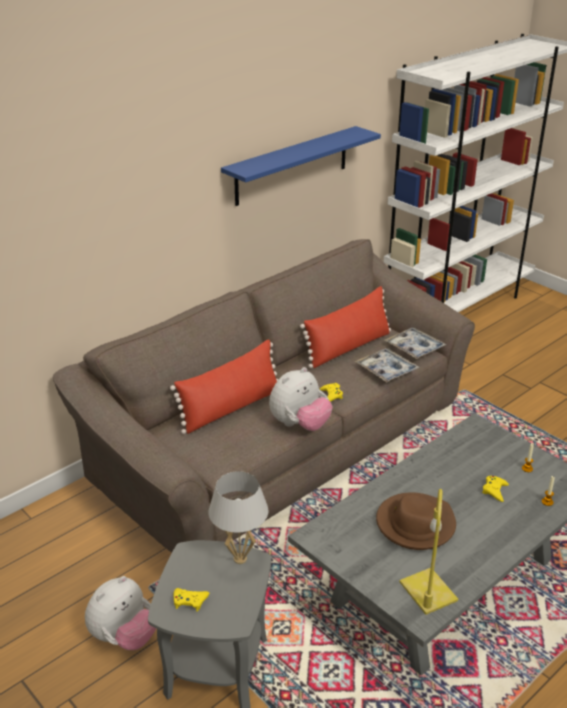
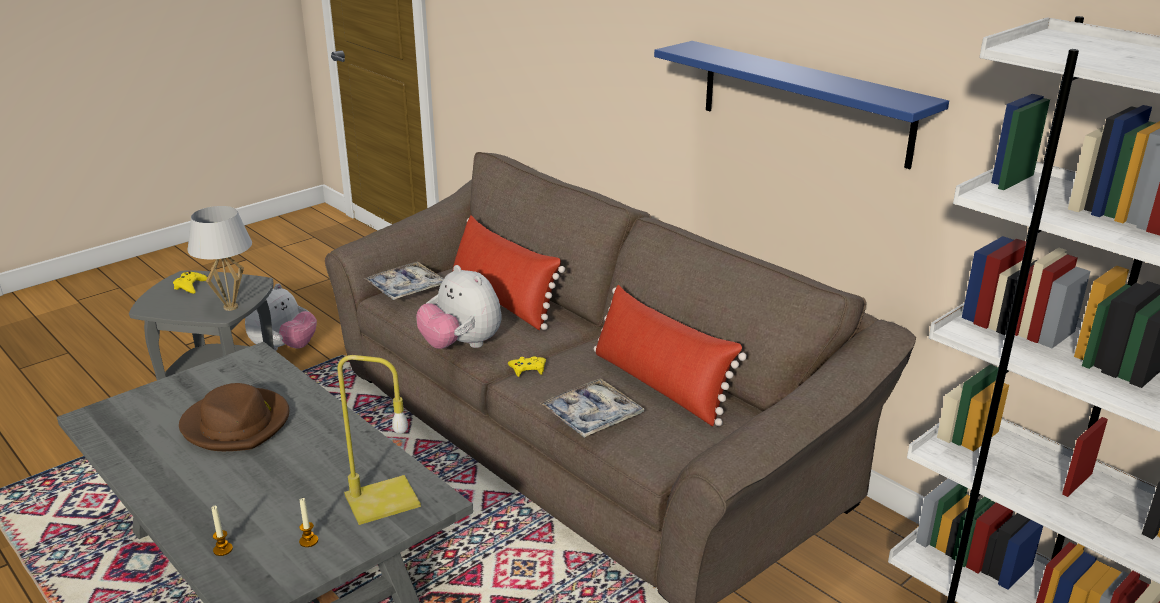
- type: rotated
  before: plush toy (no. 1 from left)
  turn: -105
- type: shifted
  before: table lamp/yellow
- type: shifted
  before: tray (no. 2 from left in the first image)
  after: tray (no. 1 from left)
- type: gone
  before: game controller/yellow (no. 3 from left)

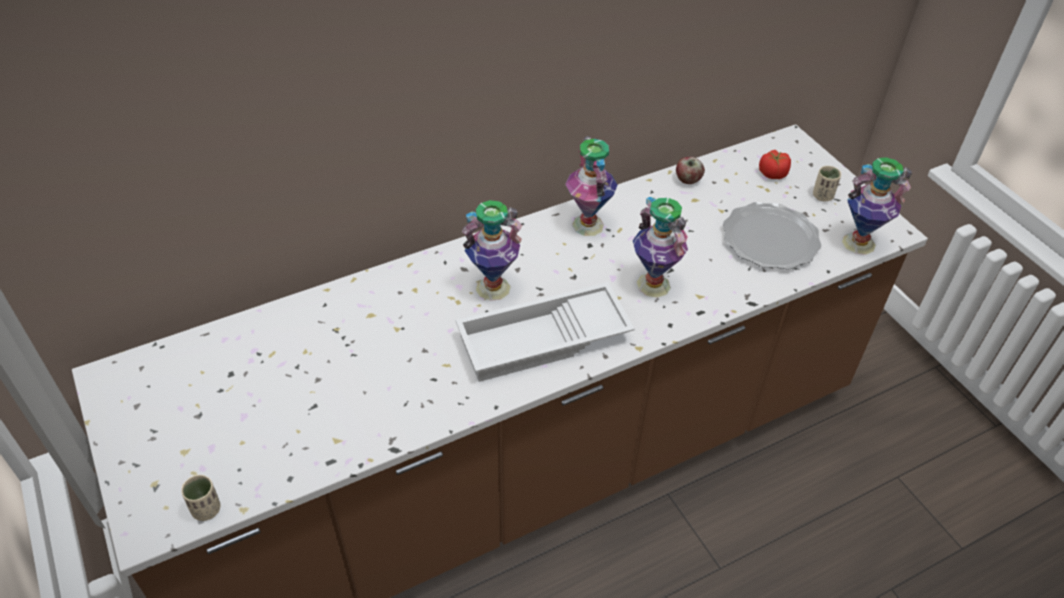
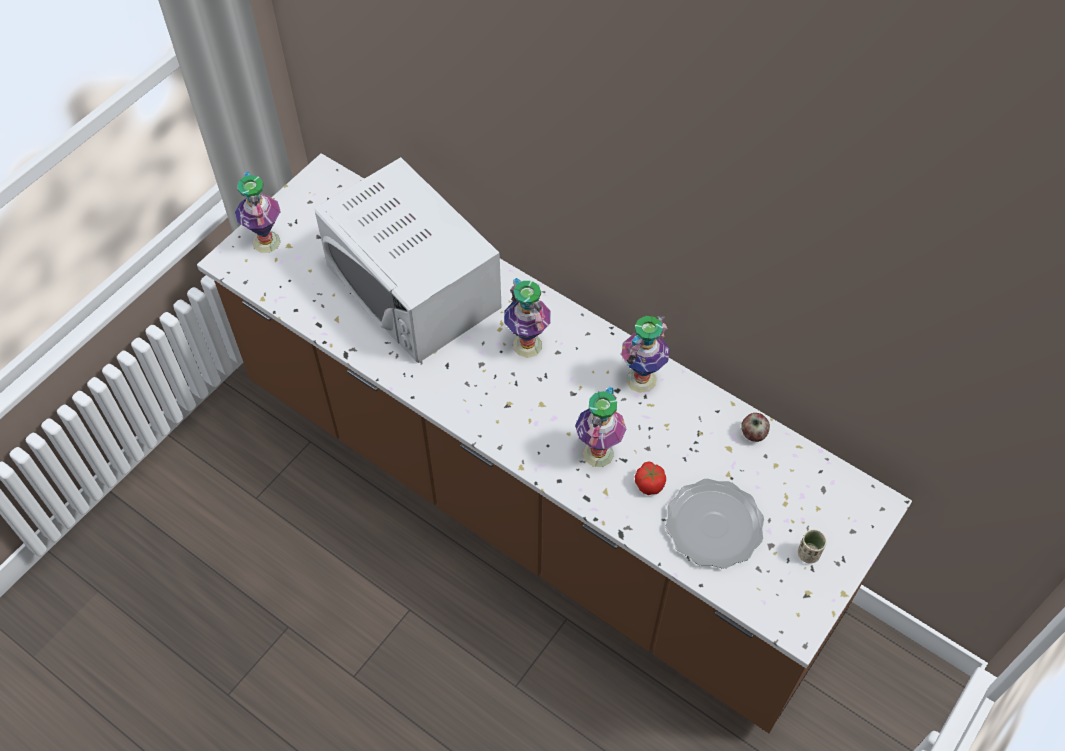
- type: shifted
  before: vase (no. 4 from left in the first image)
  after: vase (no. 1 from left)
- type: new
  after: microwave/white
- type: shifted
  before: tomato
- type: gone
  before: cup/beige (no. 1 from left)
- type: gone
  before: tray/white

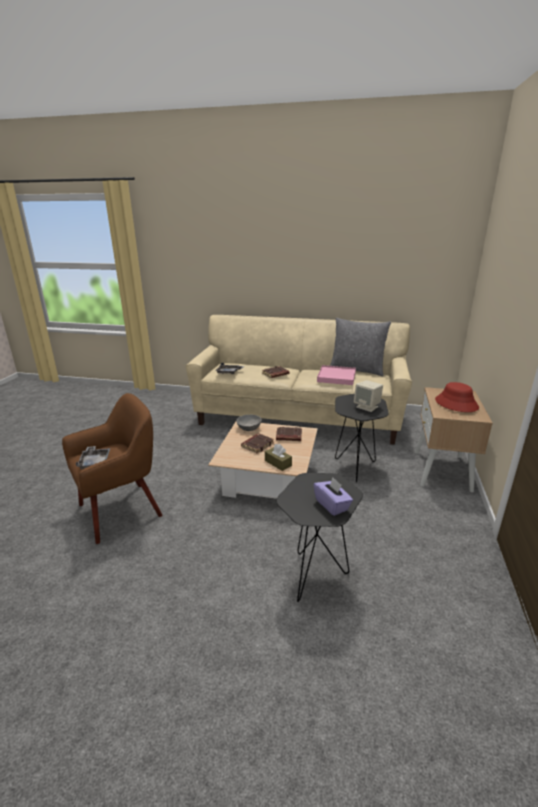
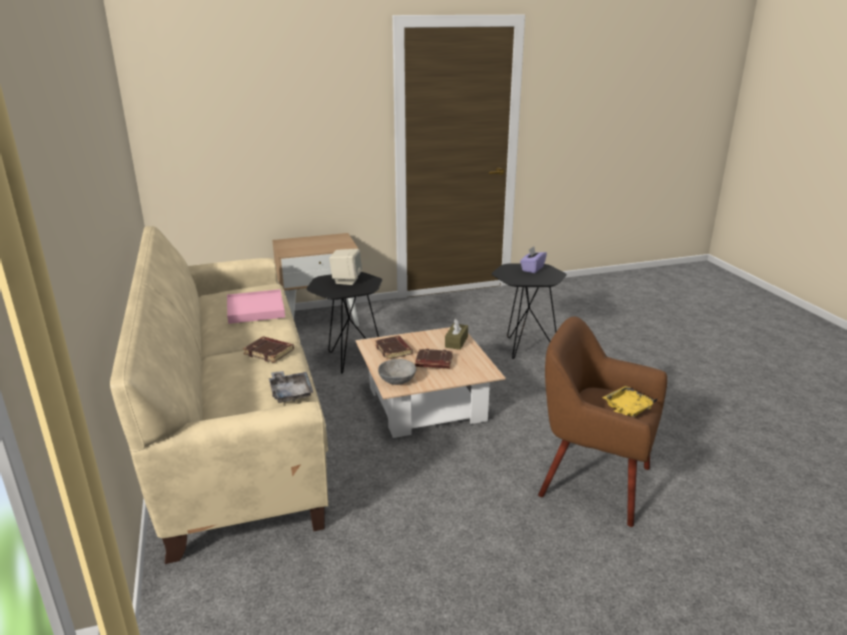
- type: repainted
  before: tray/grey (no. 1 from left)
  after: tray/yellow
- type: gone
  before: pillow/grey
- type: gone
  before: hat/red

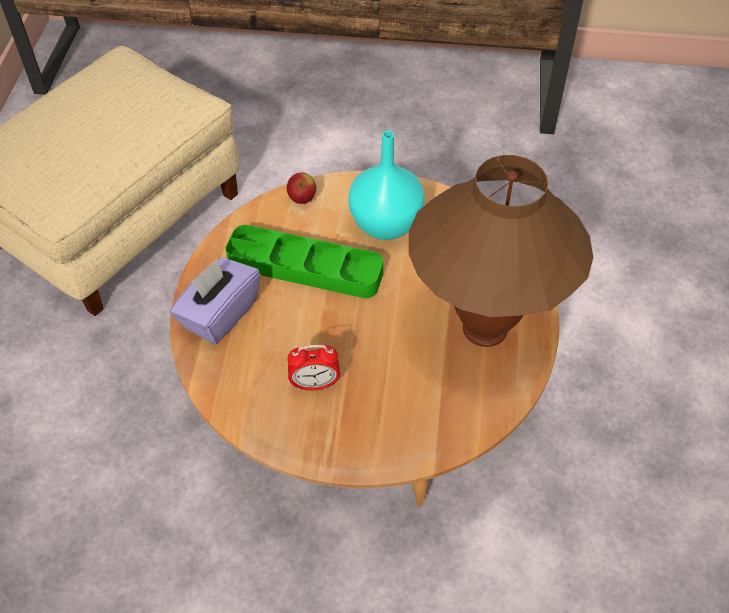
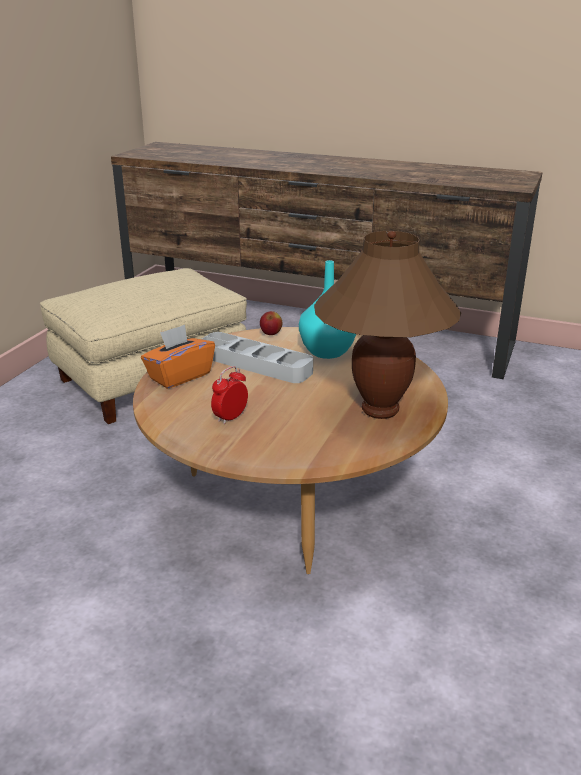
- type: repainted
  before: tissue box/purple
  after: tissue box/orange
- type: repainted
  before: tray/green
  after: tray/grey
- type: rotated
  before: alarm clock
  turn: 120

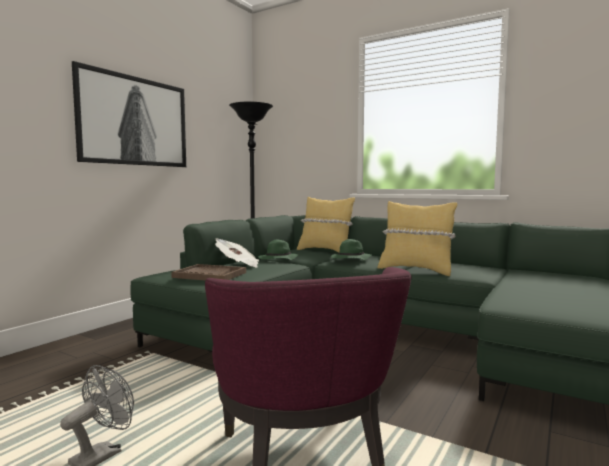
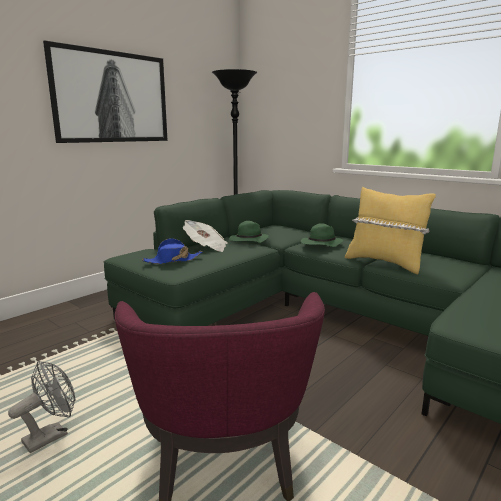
- type: swapped
  before: tray/brown
  after: hat/blue
- type: gone
  before: pillow/yellow (no. 1 from left)

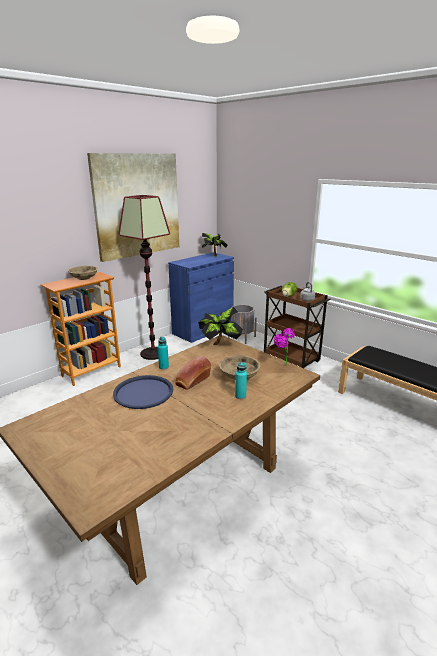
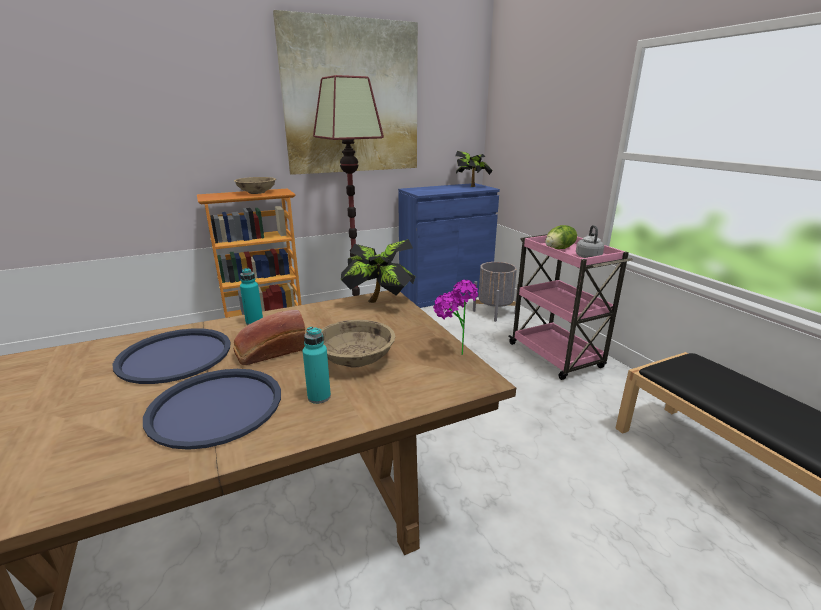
- type: new
  after: tray/blue (no. 2 from left)
- type: repainted
  before: cart/brown
  after: cart/pink

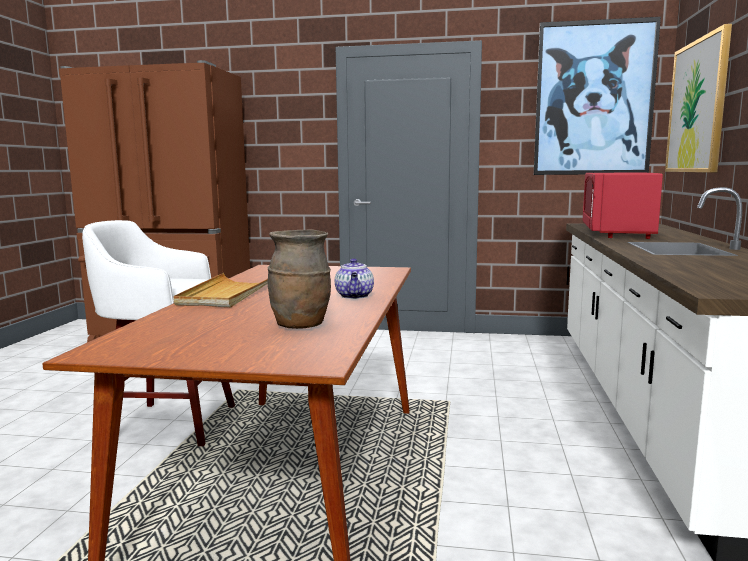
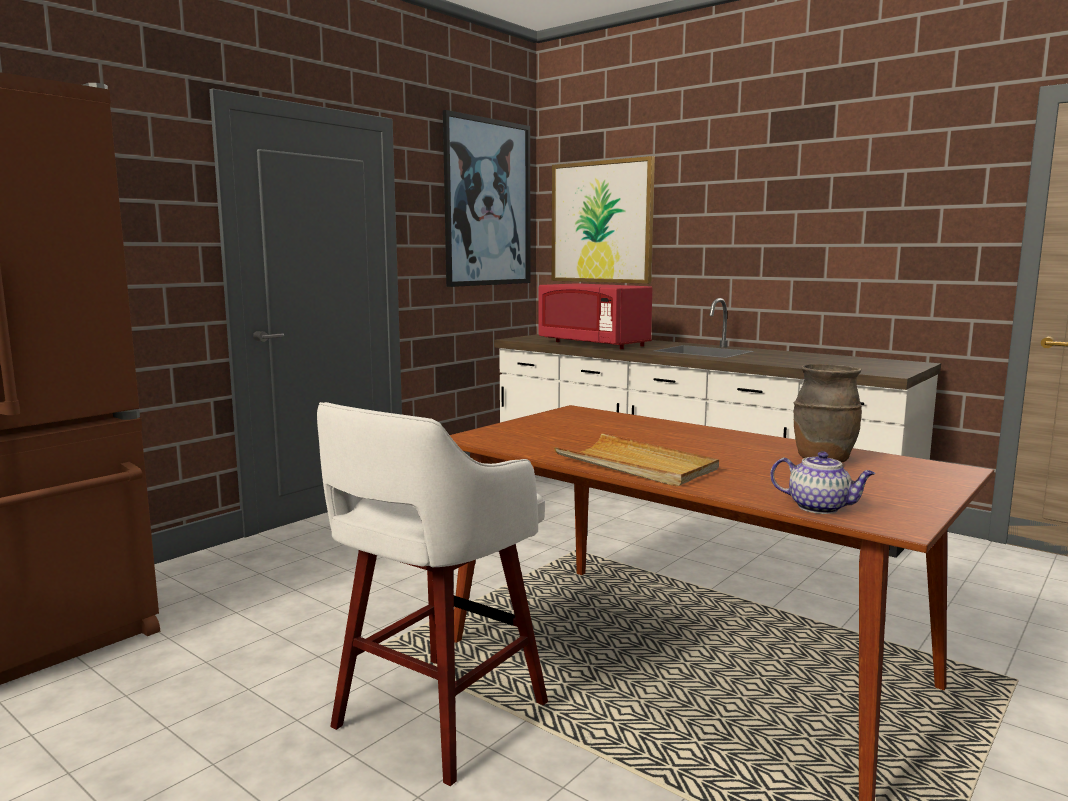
- type: shifted
  before: teapot

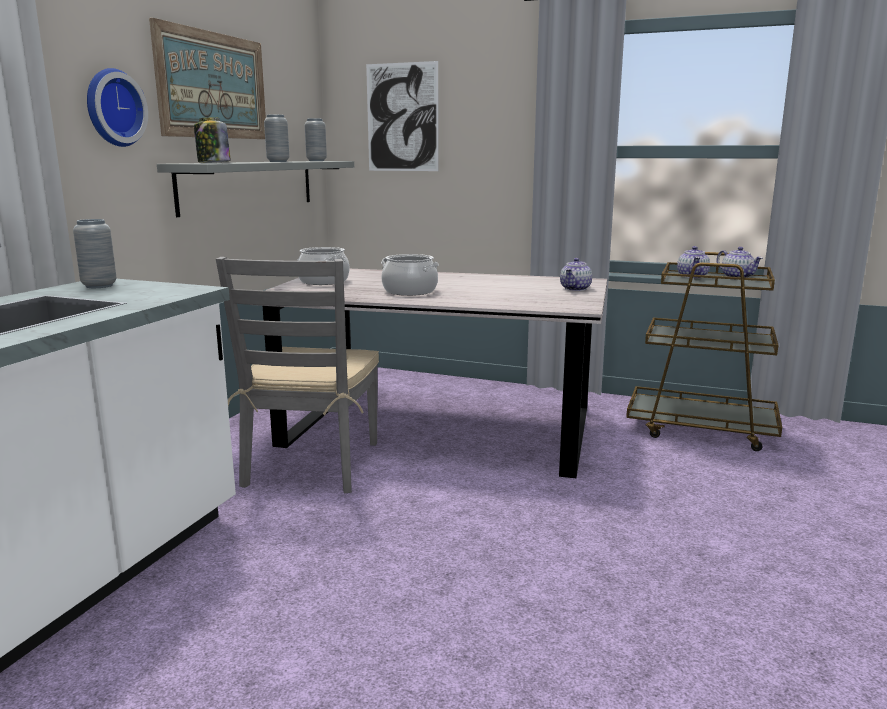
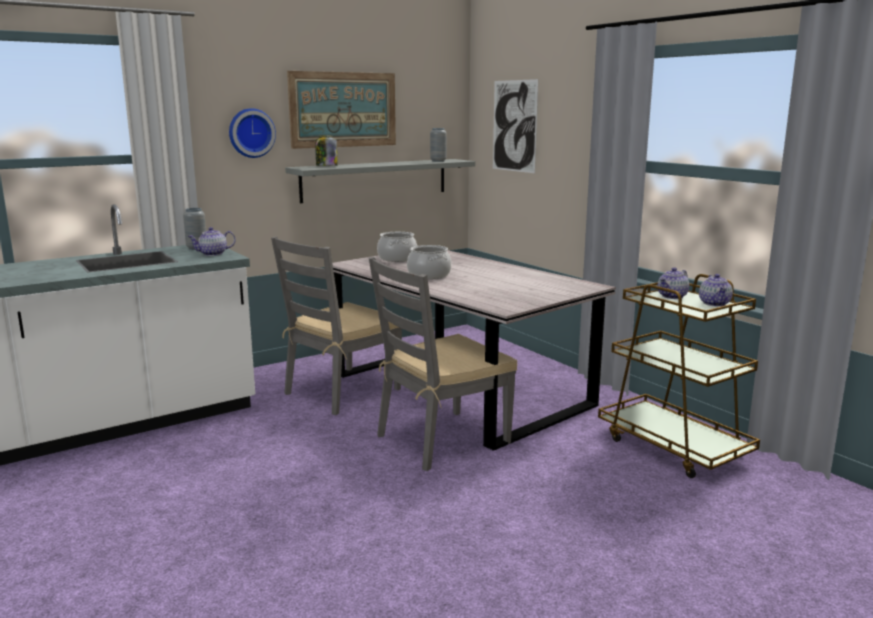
- type: shifted
  before: teapot (no. 1 from left)
- type: new
  after: chair/grey (no. 2 from left)
- type: gone
  before: vase/grey (no. 2 from left)

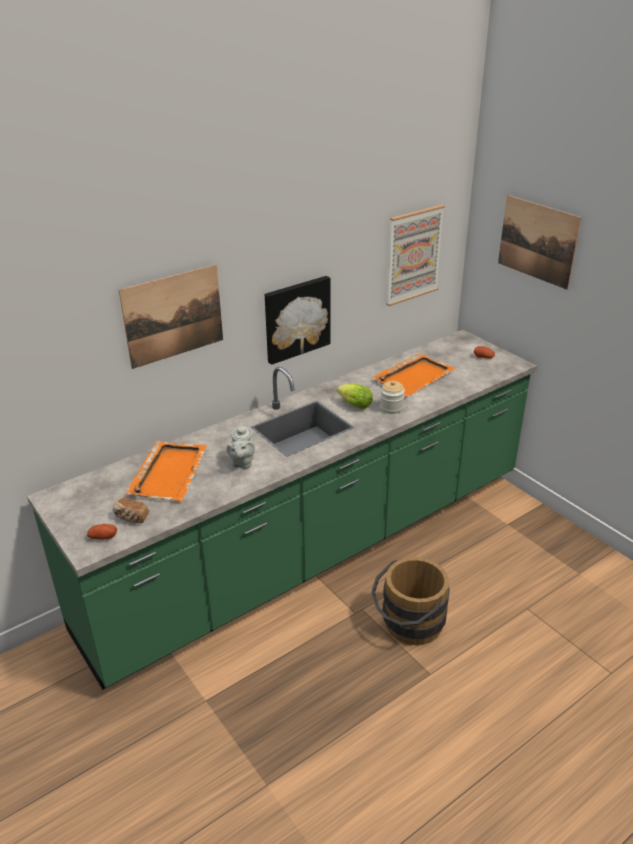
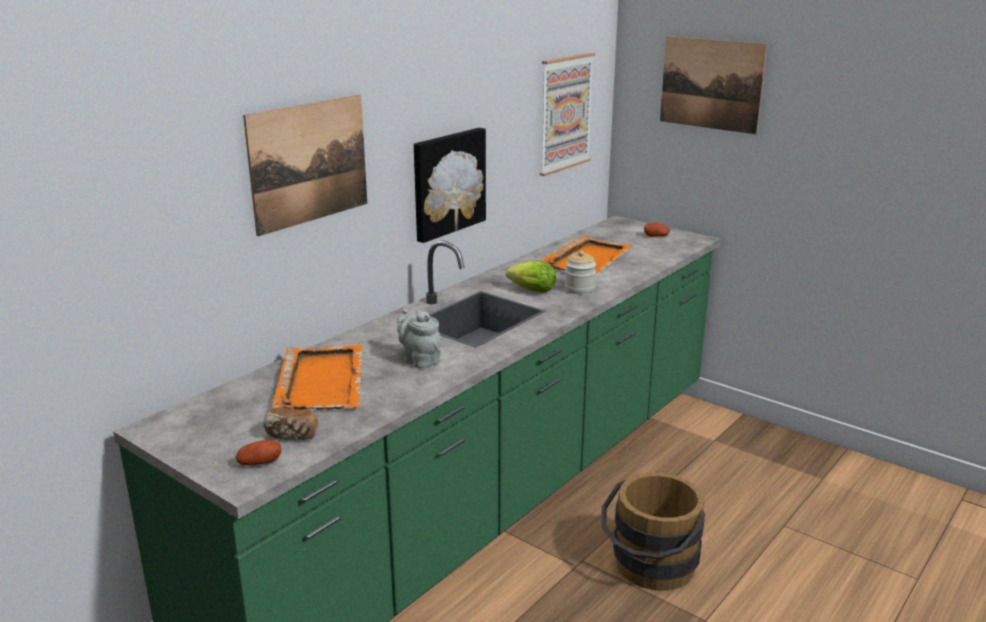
- type: rotated
  before: teapot/grey
  turn: 150

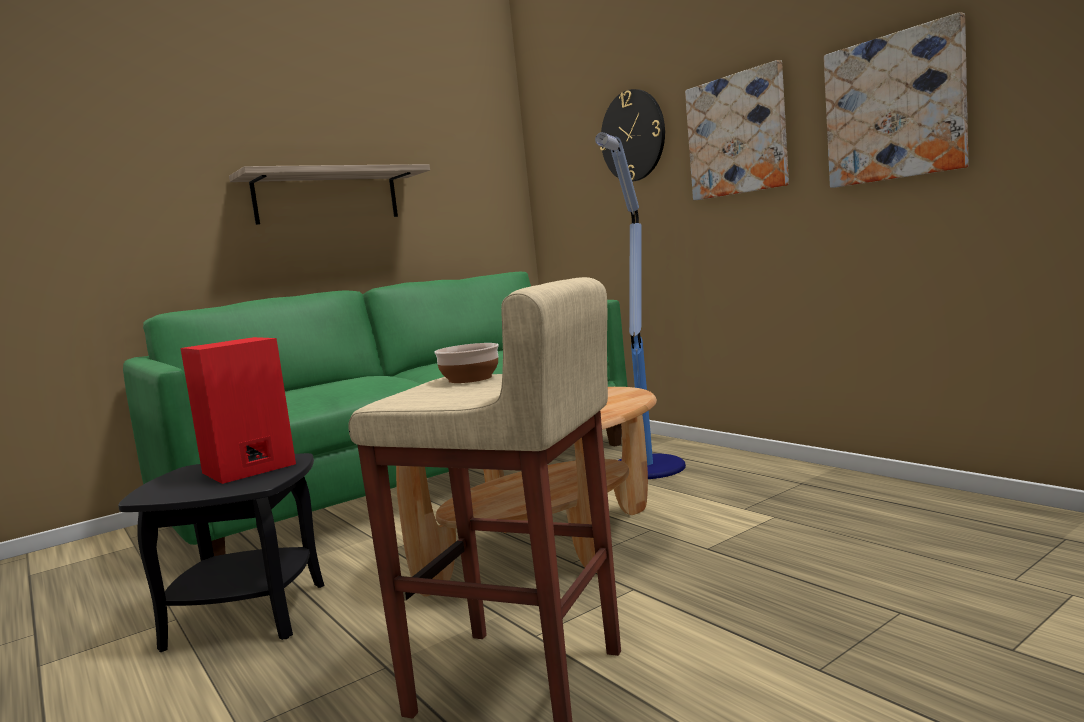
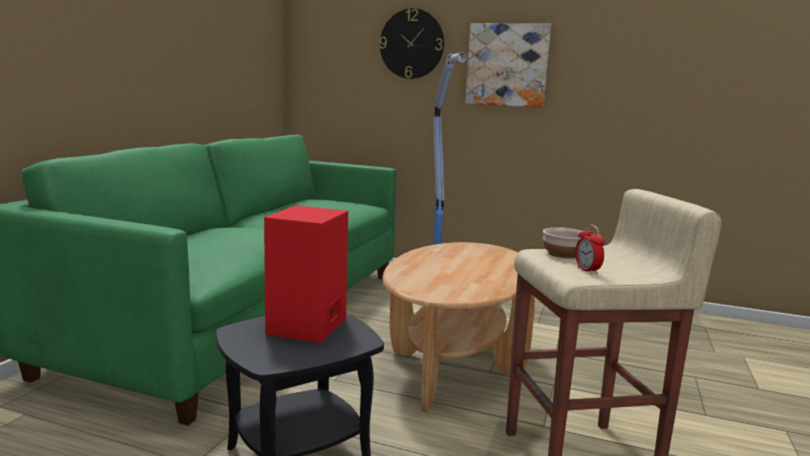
- type: new
  after: alarm clock
- type: gone
  before: shelf
- type: gone
  before: picture (no. 2 from left)

